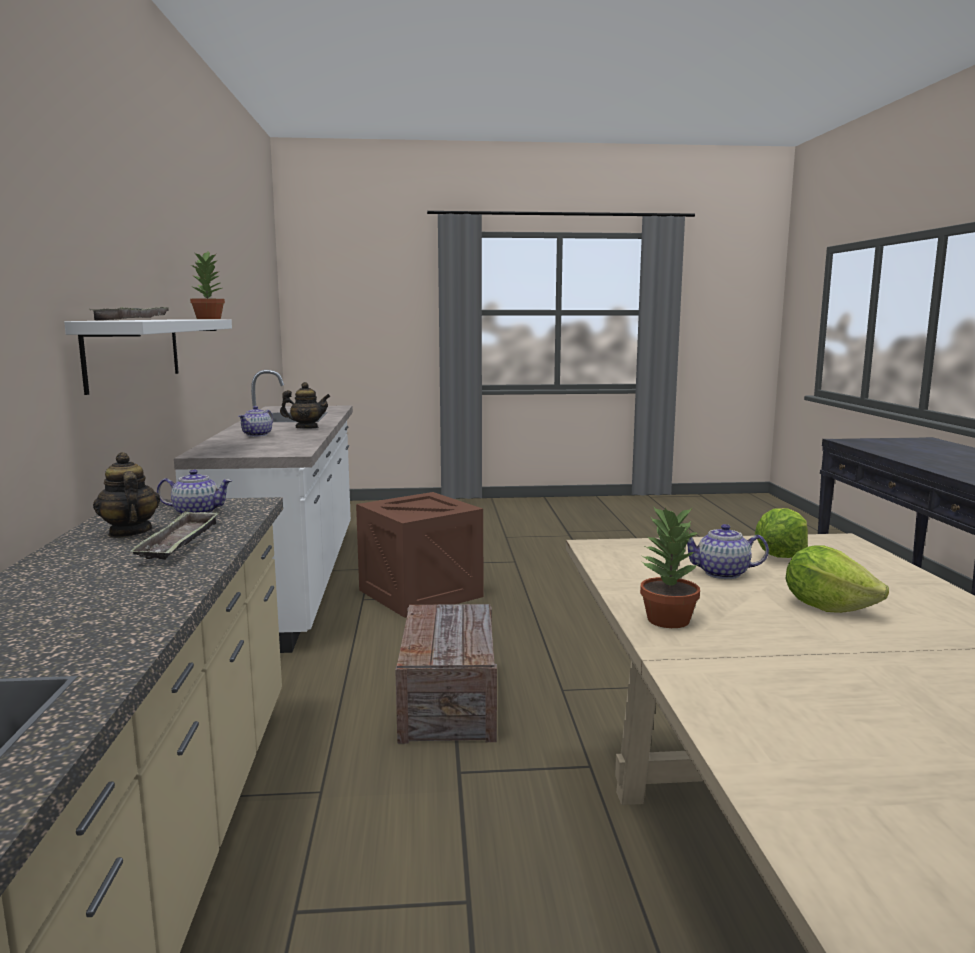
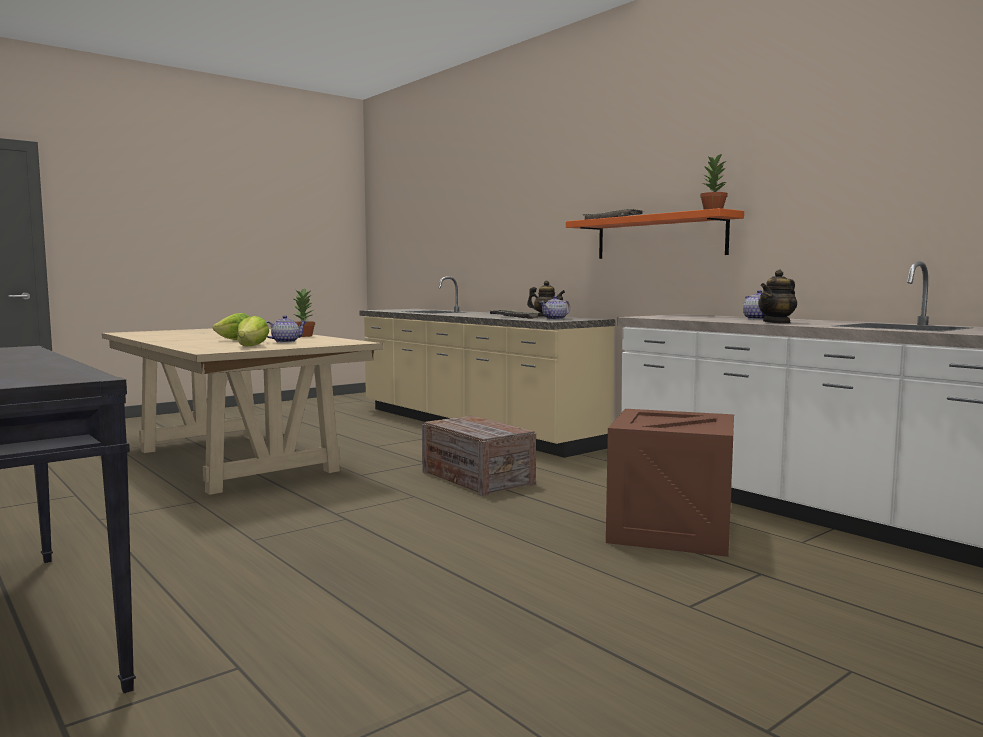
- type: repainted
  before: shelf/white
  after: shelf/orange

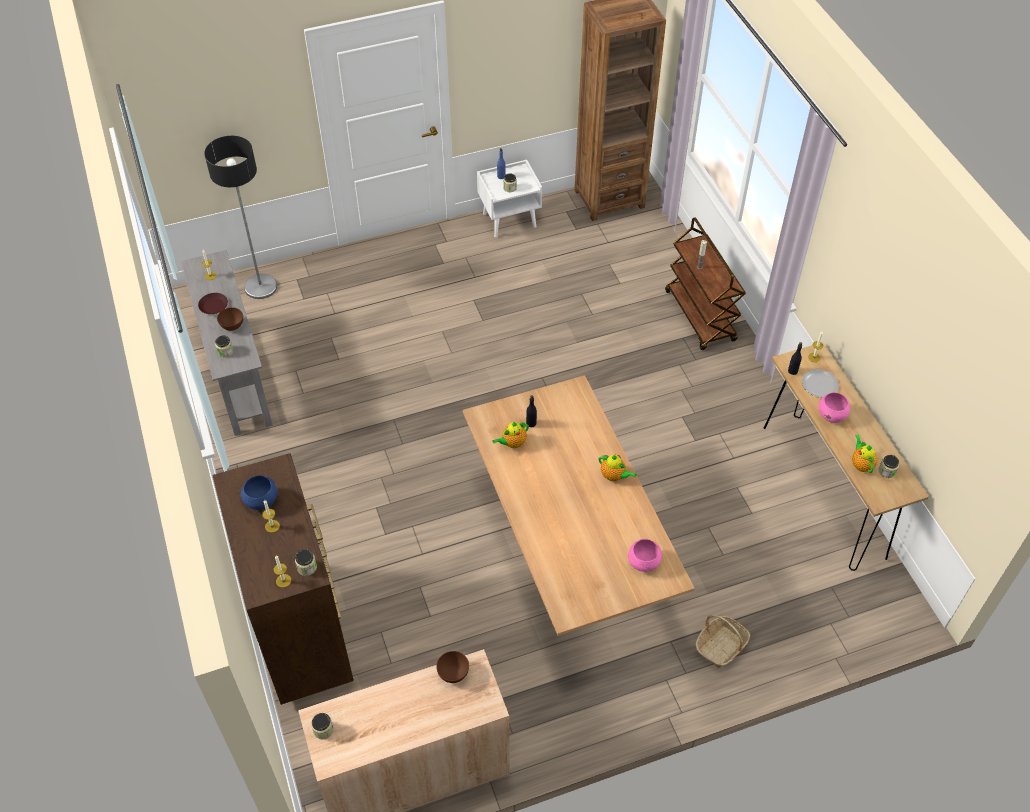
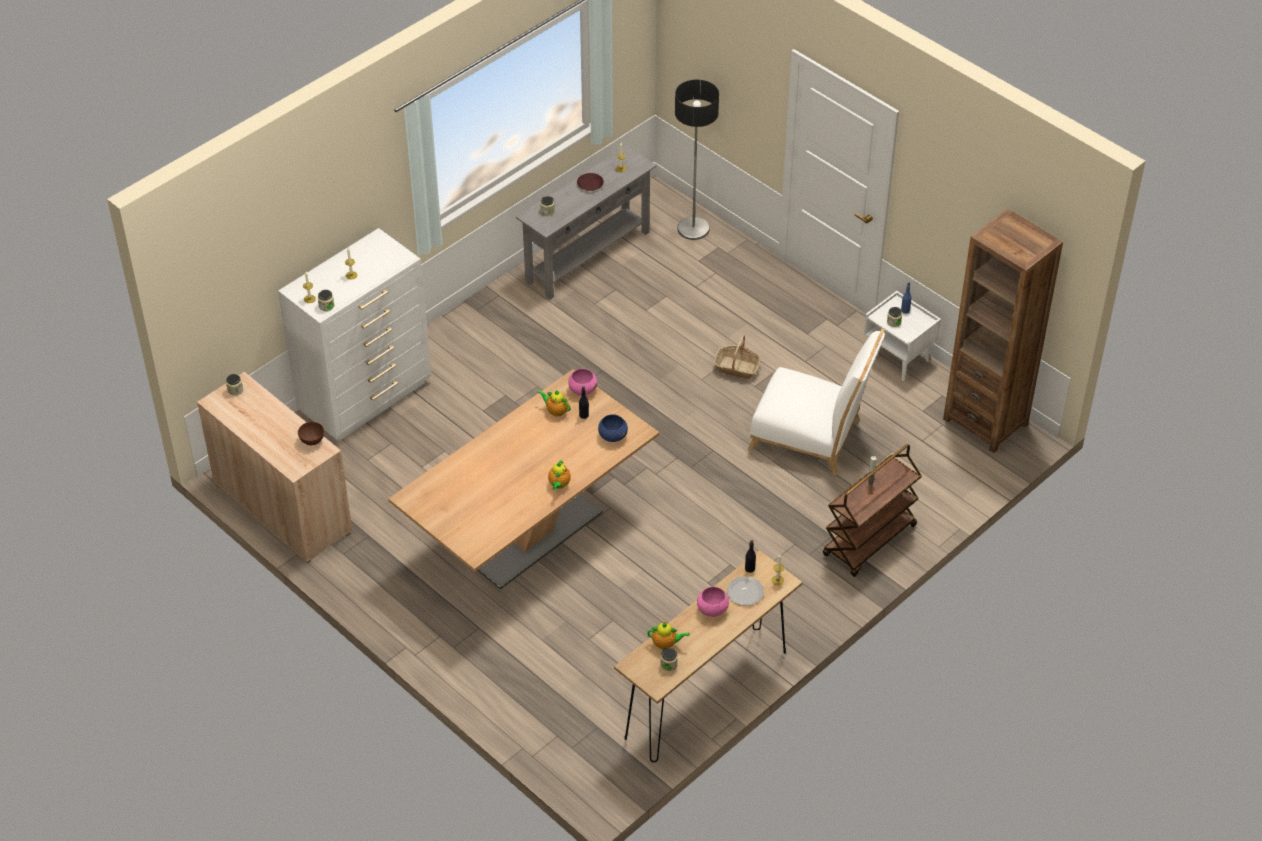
- type: repainted
  before: dresser/brown
  after: dresser/white
- type: shifted
  before: bowl/pink (no. 1 from left)
- type: shifted
  before: bowl/blue
- type: rotated
  before: teapot (no. 3 from left)
  turn: 45
- type: shifted
  before: basket
- type: new
  after: chair/white
- type: gone
  before: bowl/brown (no. 1 from left)

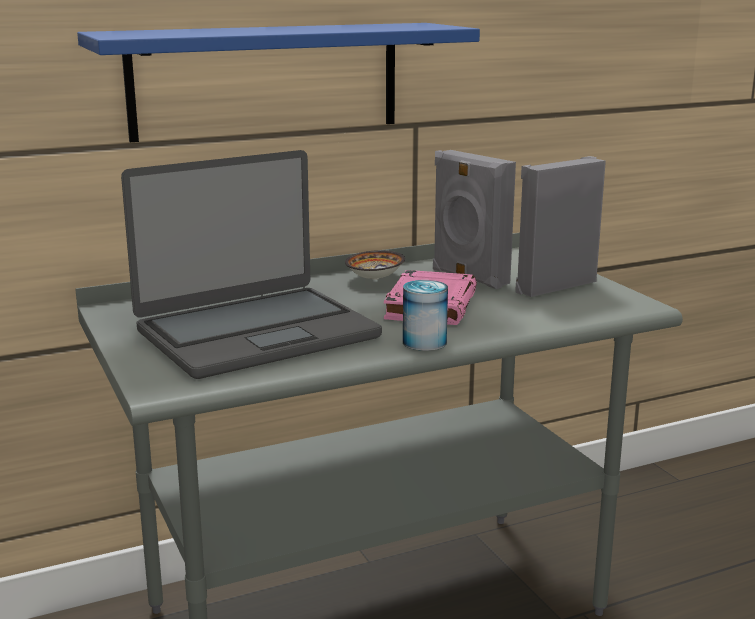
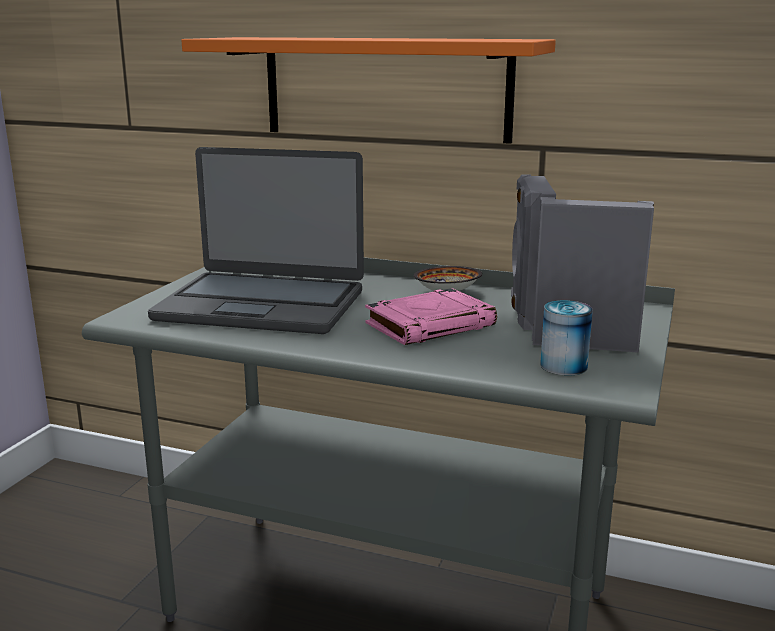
- type: repainted
  before: shelf/blue
  after: shelf/orange
- type: shifted
  before: can

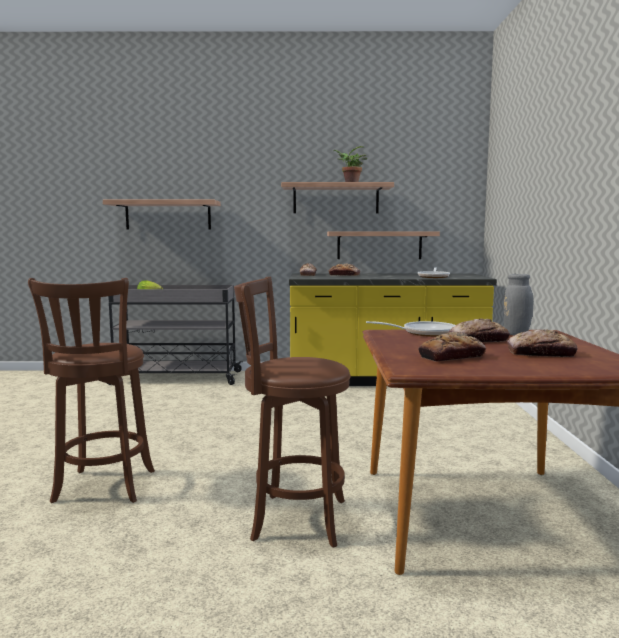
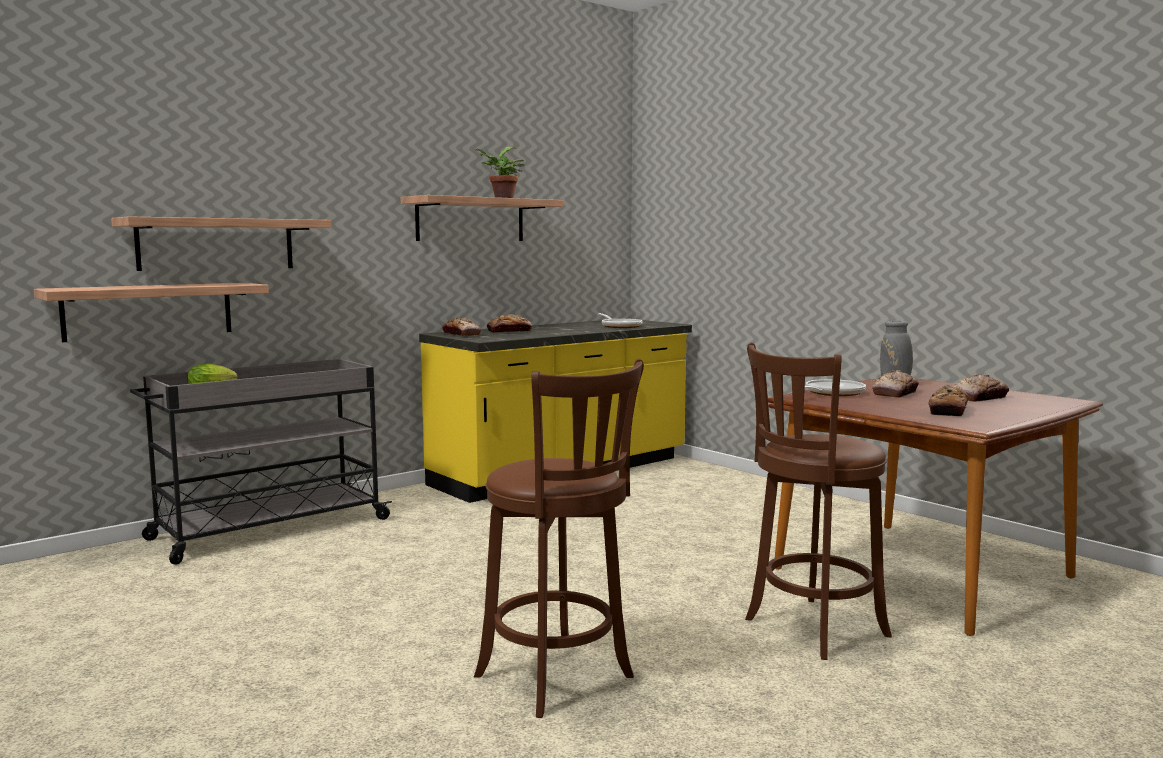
- type: shifted
  before: shelf (no. 3 from left in the first image)
  after: shelf (no. 1 from left)

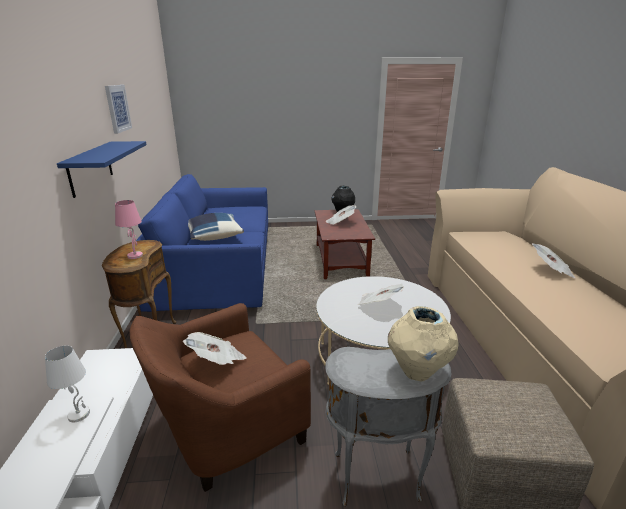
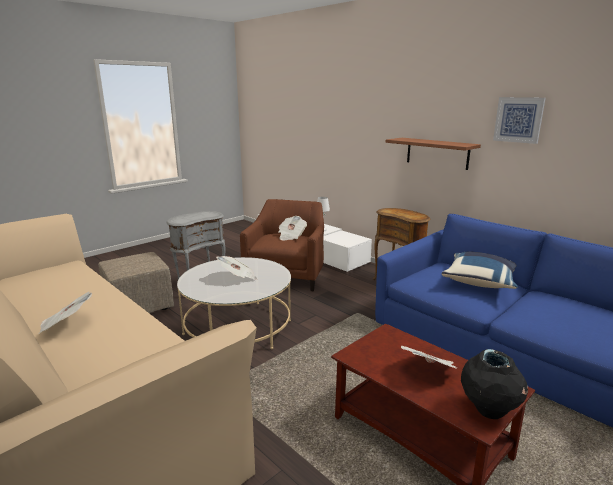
- type: repainted
  before: shelf/blue
  after: shelf/brown
- type: gone
  before: table lamp/pink
- type: gone
  before: vase/beige

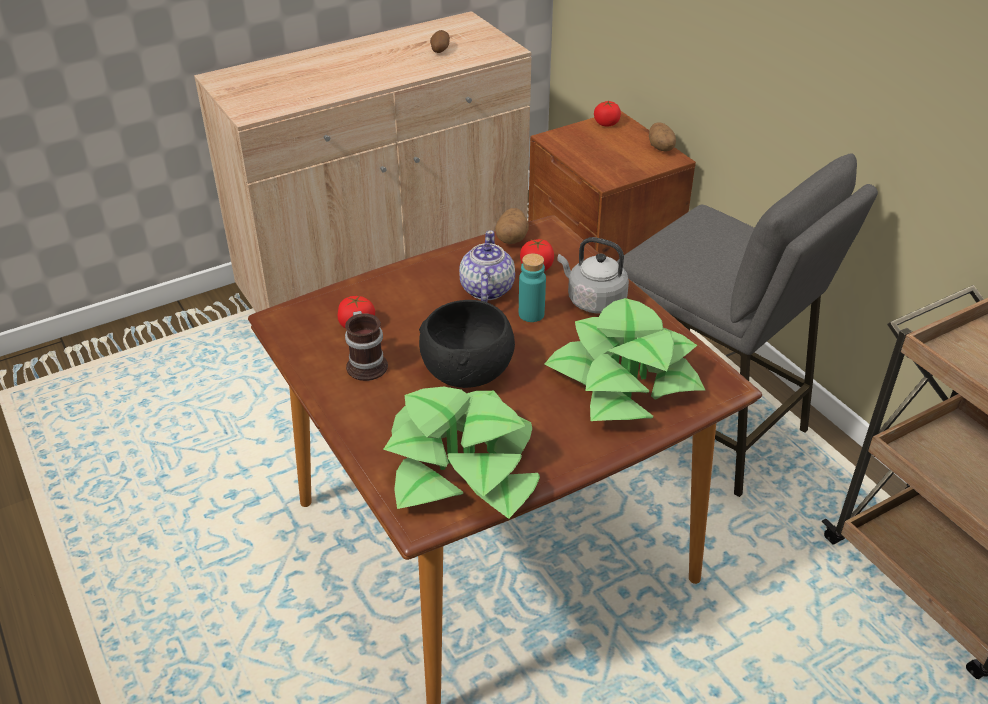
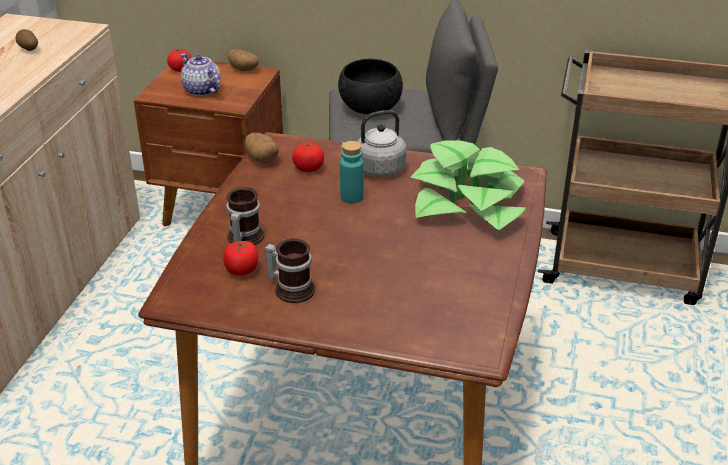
- type: shifted
  before: teapot
- type: new
  after: mug (no. 1 from left)
- type: shifted
  before: bowl/black
- type: gone
  before: potted plant (no. 1 from left)

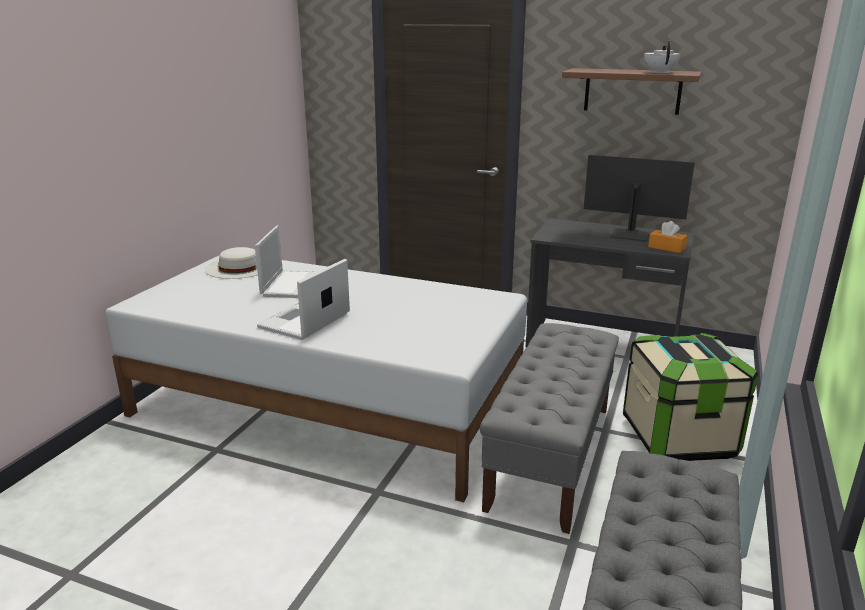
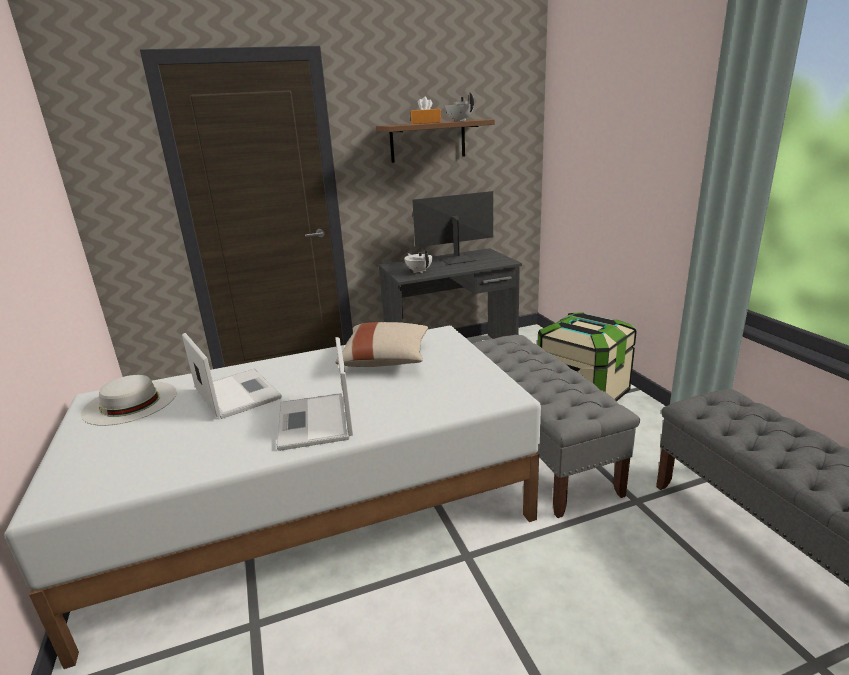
- type: new
  after: pillow/beige
- type: new
  after: teapot/white (no. 1 from left)
- type: shifted
  before: tissue box/orange

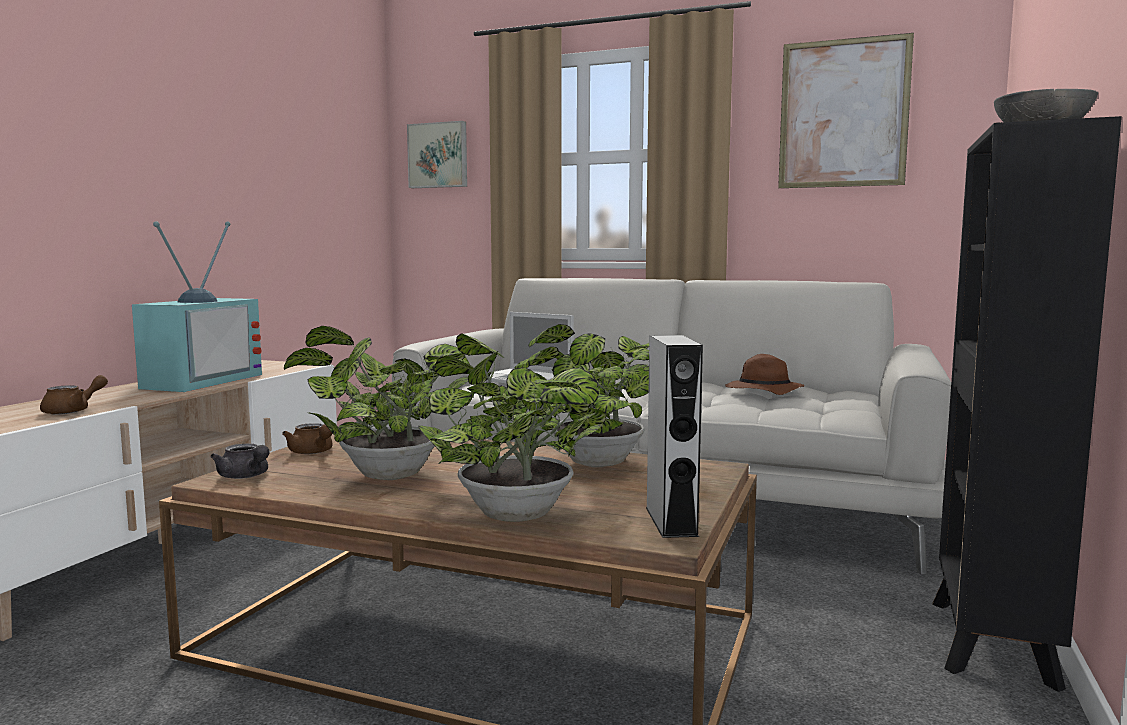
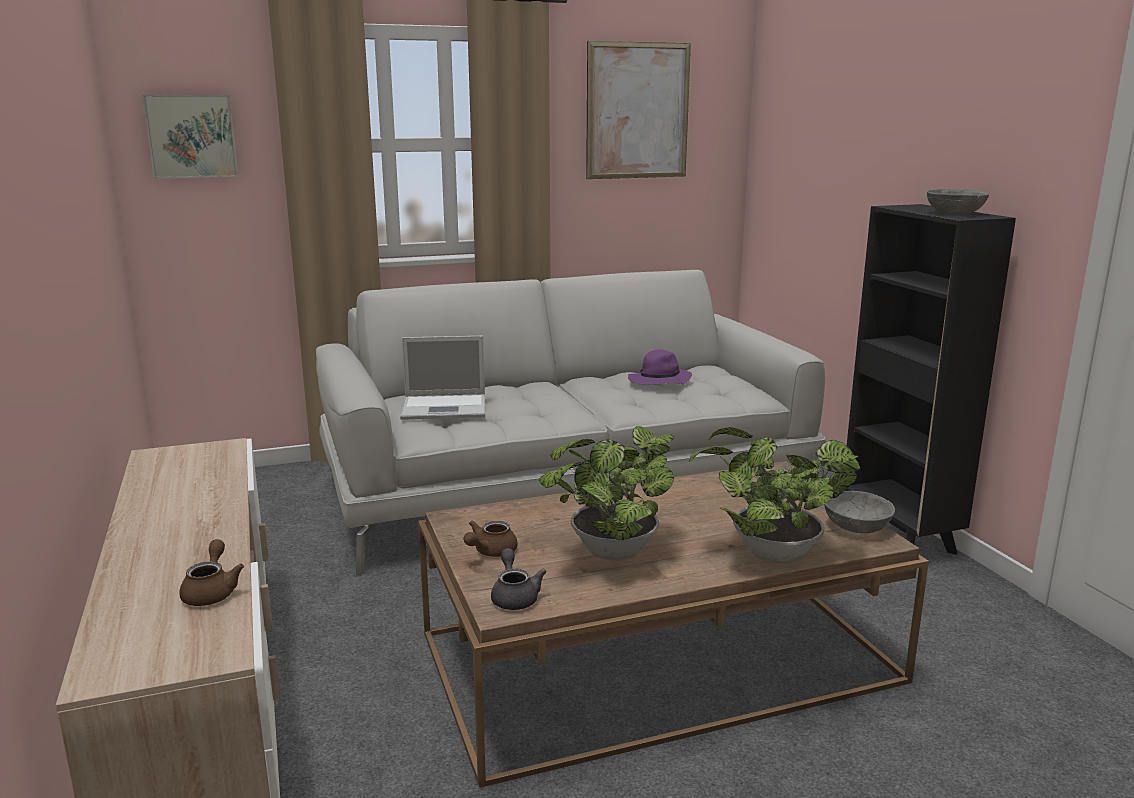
- type: rotated
  before: teapot/brown (no. 2 from left)
  turn: 120
- type: rotated
  before: teapot/grey
  turn: -105
- type: repainted
  before: hat/brown
  after: hat/purple
- type: swapped
  before: speaker/grey
  after: bowl/grey (no. 1 from left)
- type: gone
  before: television
- type: gone
  before: potted plant (no. 3 from left)

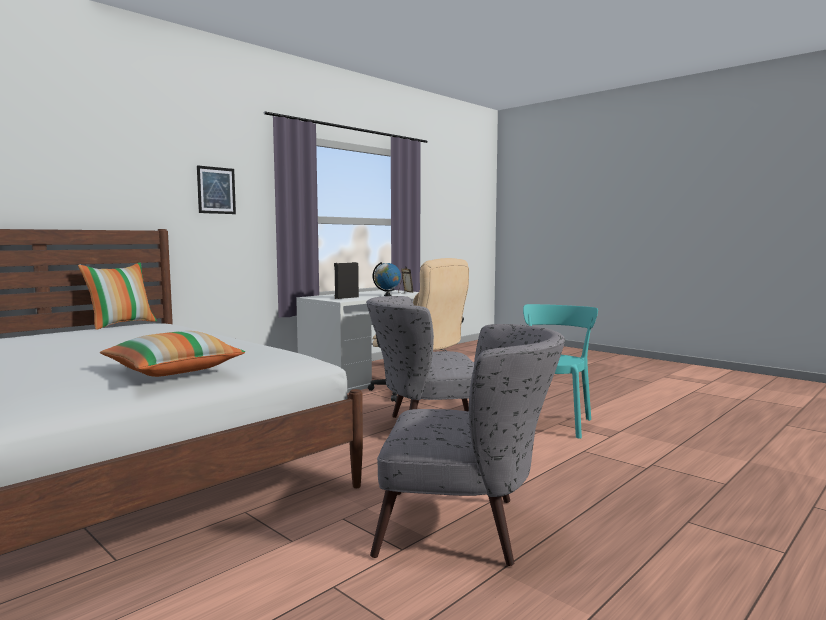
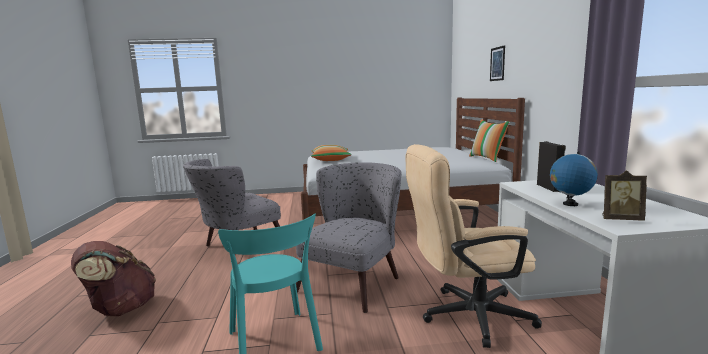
- type: new
  after: backpack/brown
- type: shifted
  before: picture

